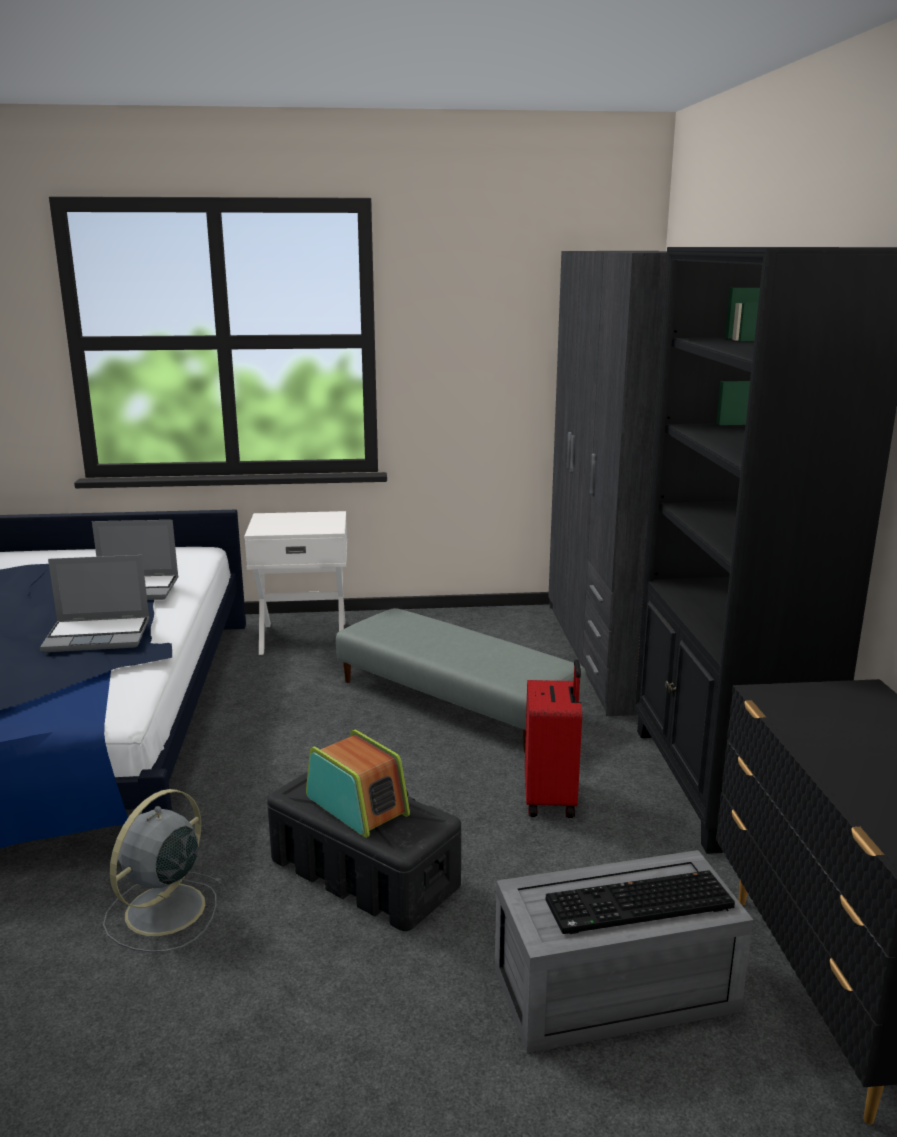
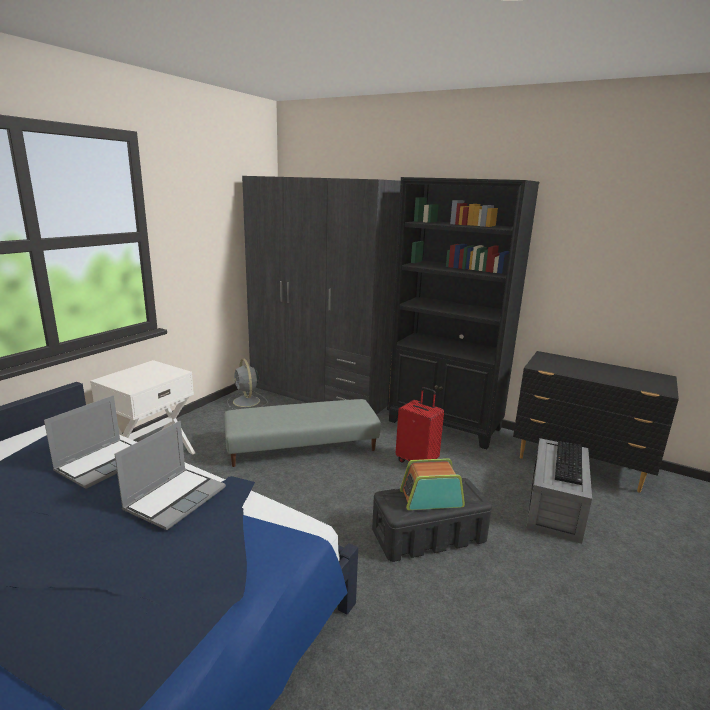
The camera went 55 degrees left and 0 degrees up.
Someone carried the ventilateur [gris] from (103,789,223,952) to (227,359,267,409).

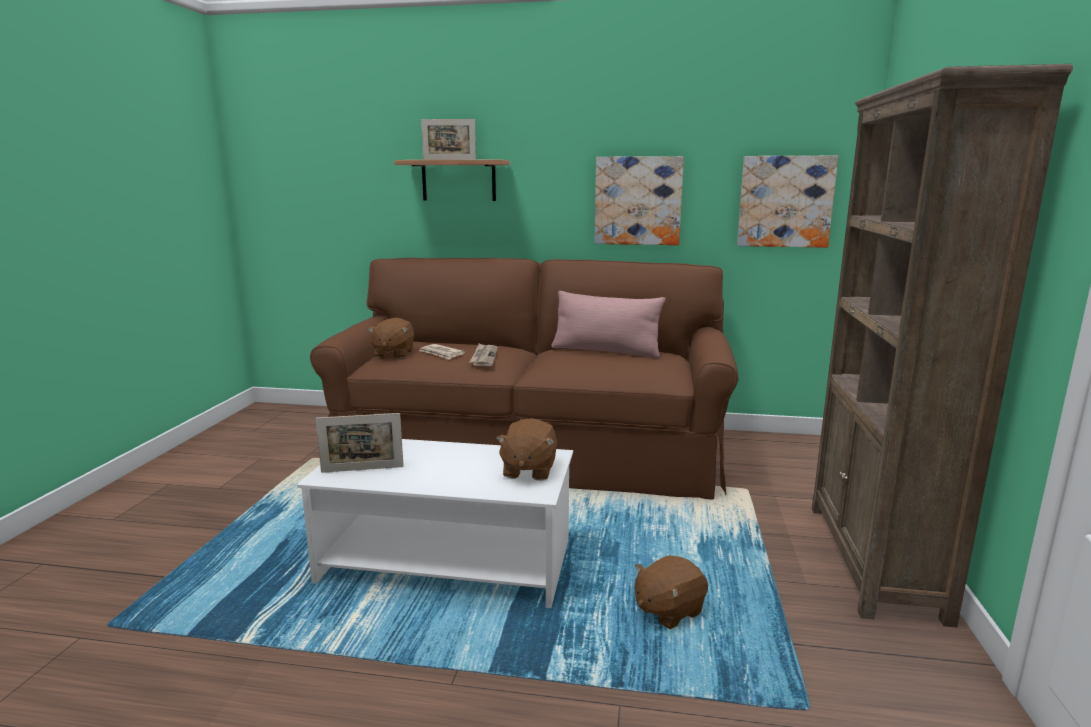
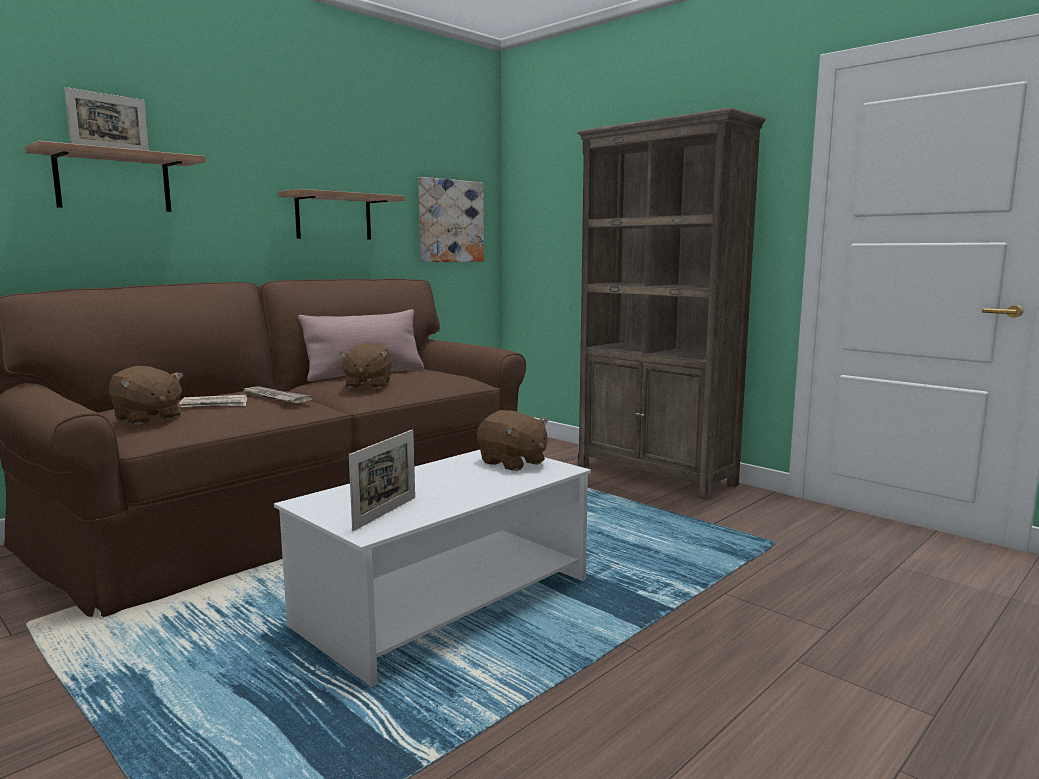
The camera went 55 degrees left and 5 degrees down.
Someone carried the peluche [marron] from (635,555,708,629) to (339,343,392,389).
Someone swapped the tableau at (594,156,684,245) for the étagère at (278,189,405,240).

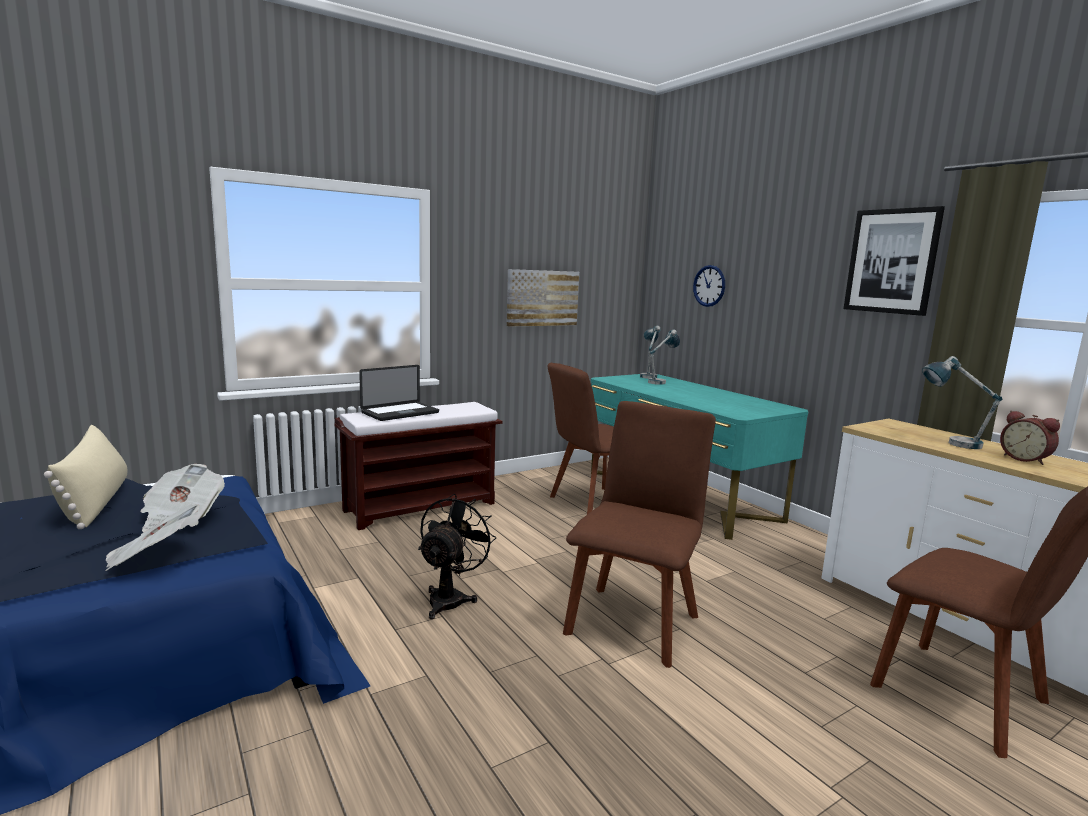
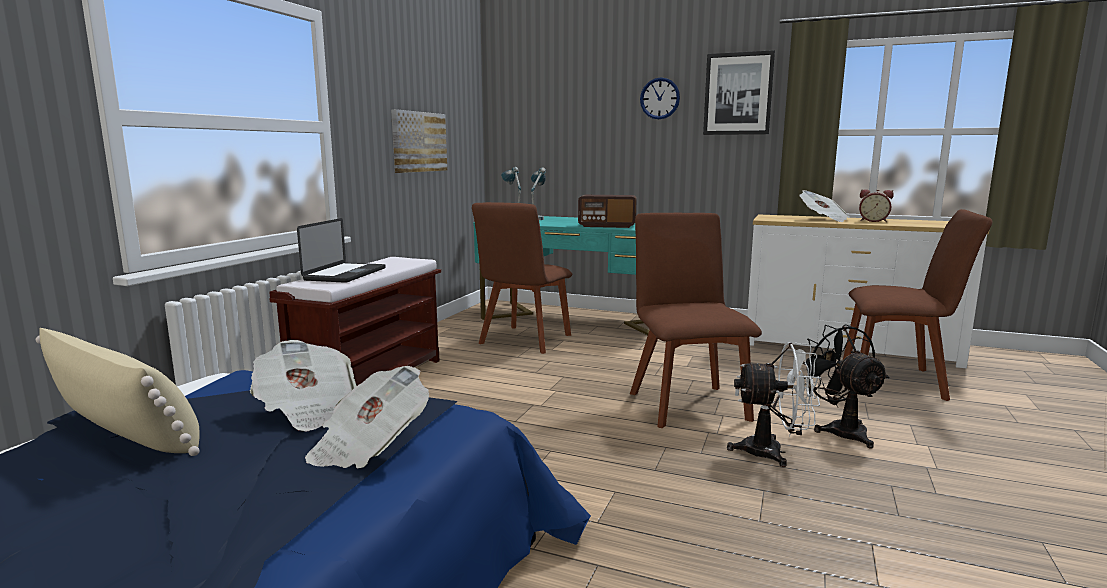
The camera went 35 degrees left and 0 degrees up.
Someone put down the radio at (578,195,637,228).
Someone put down the ventilateur [blanc] at (727,342,821,467).
Someone carried the ventilateur [noir] from (418,494,496,619) to (803,324,889,449).
Someone carried the horloge murale from (693,265,725,307) to (640,77,680,119).
Someone swapped the lampe de table at (922,356,1002,449) for the journal at (800,190,849,222).

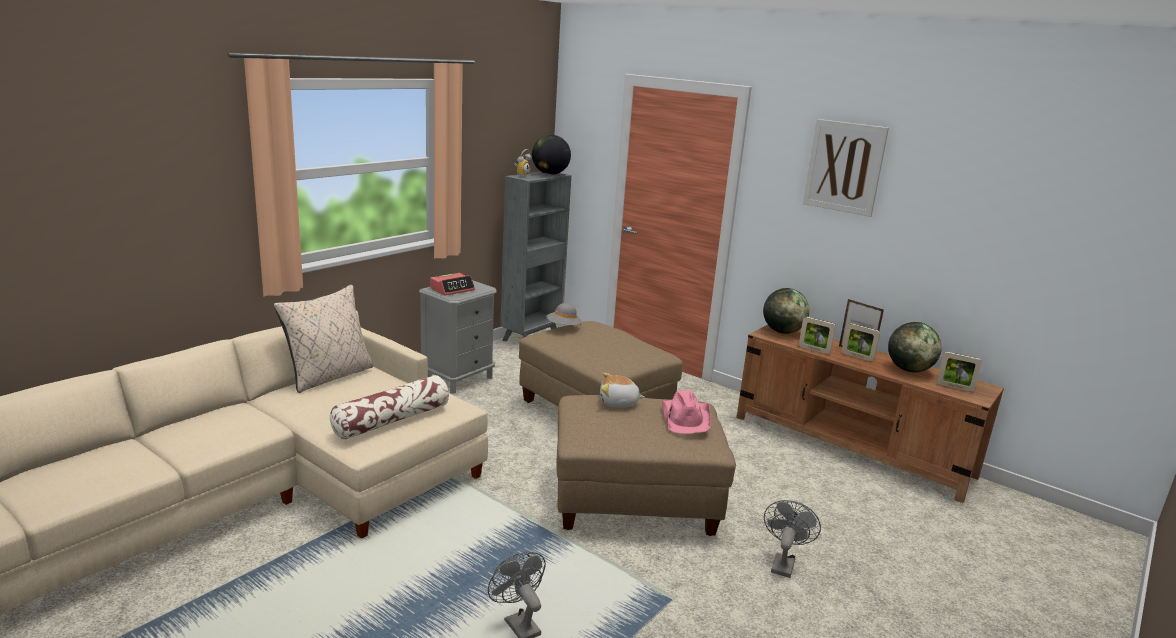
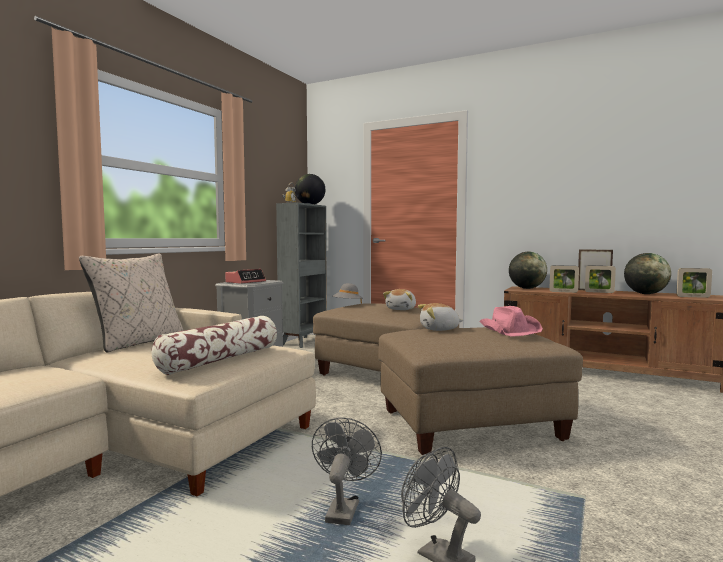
The camera went 10 degrees left and 15 degrees down.
Someone took away the tableau at (803,119,889,217).
Someone put down the peluche at (383,289,416,310).
Someone carried the ventilateur [gris] from (764,500,821,578) to (312,417,382,525).

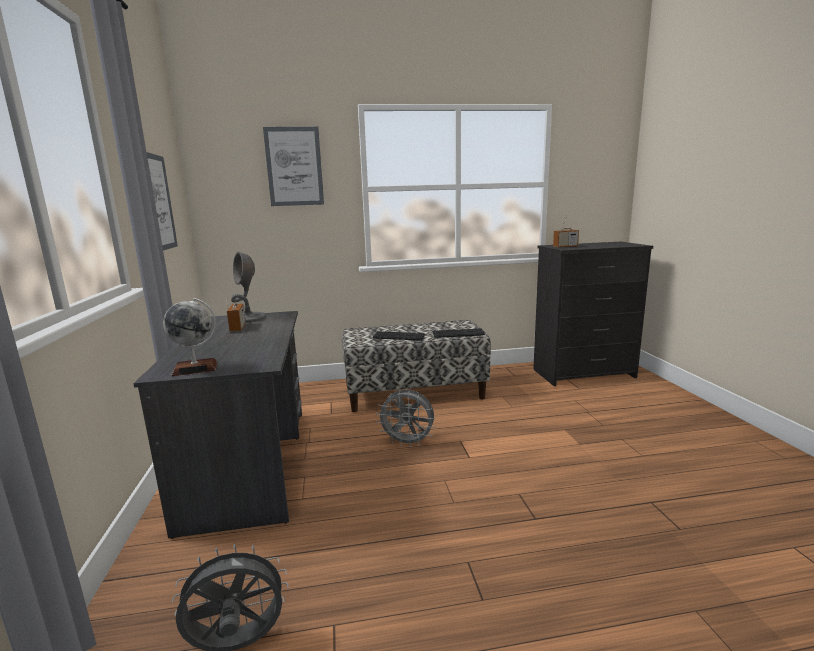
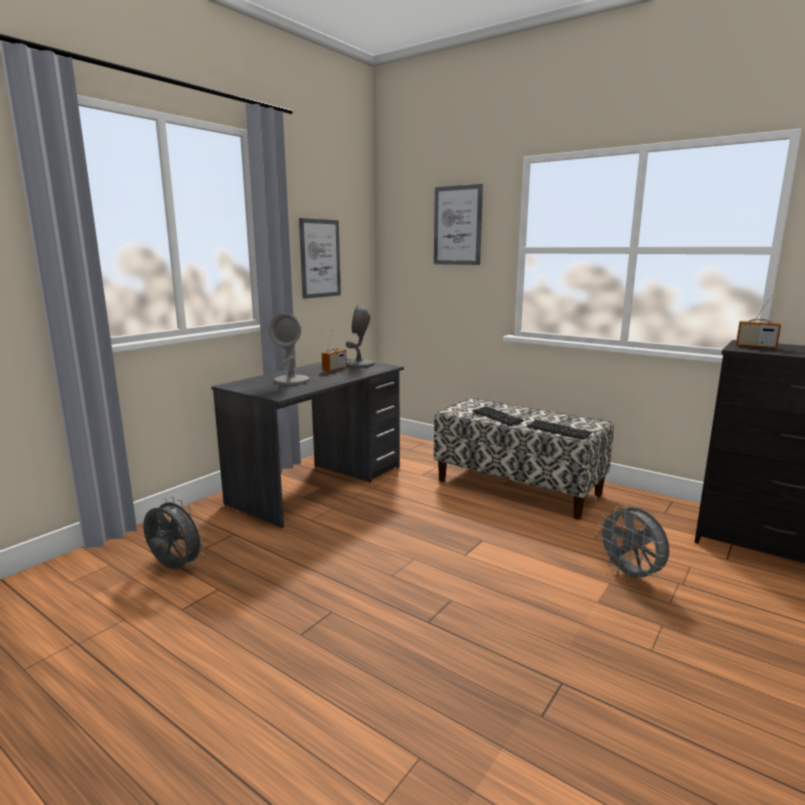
The camera went 45 degrees right and 0 degrees up.
Someone took away the globe at (163,298,217,376).
Someone put down the lampe de table [gris] at (269,313,309,385).
Someone carried the ventilateur [gris] from (376,389,436,448) to (596,506,670,583).

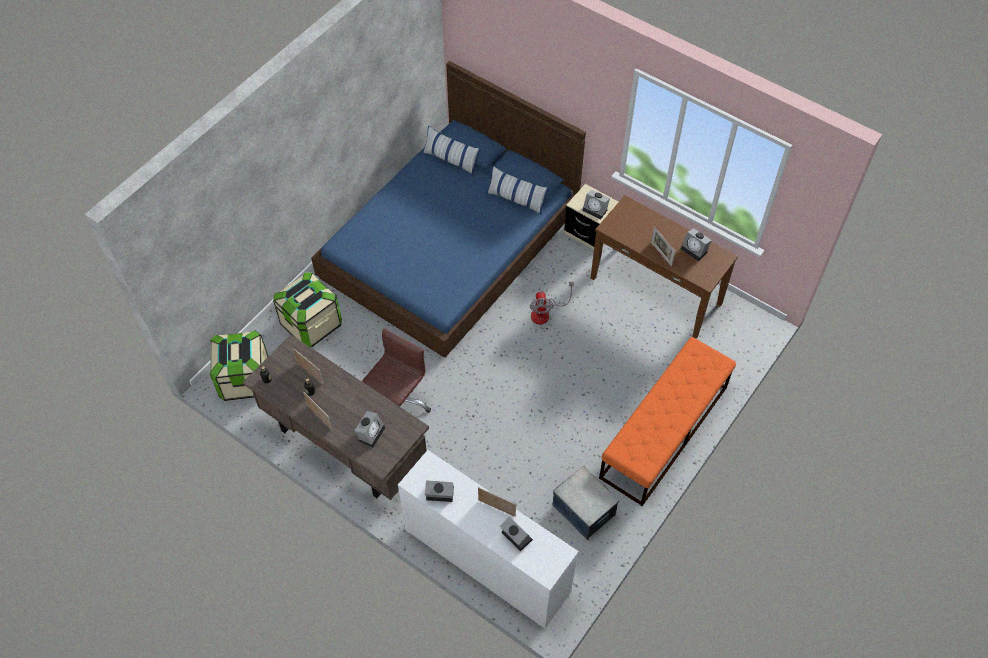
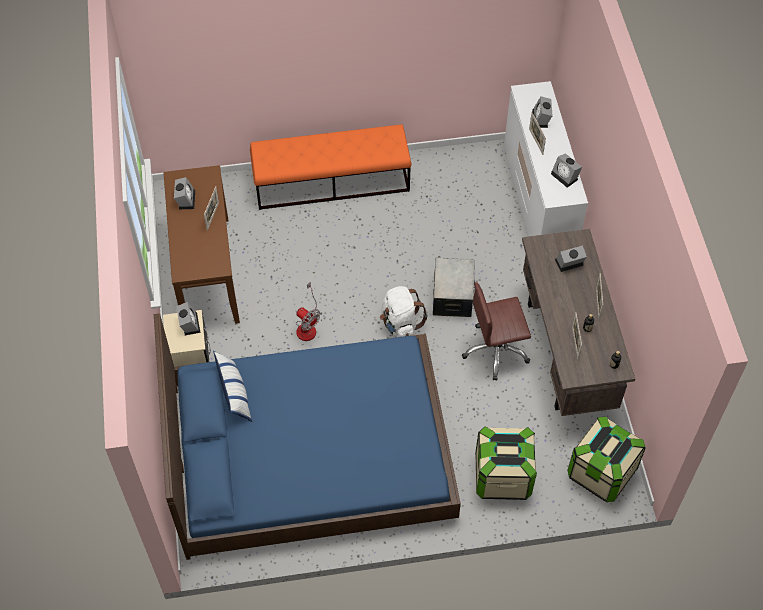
The camera went 135 degrees left and 0 degrees up.
Someone took away the coussin at (422,126,480,175).
Someone put down the sac à dos [blanc] at (380,286,428,337).
Someone carried the boîte de rangement from (553,466,619,540) to (433,258,475,317).
Someone rotated the ventilateur at (530,282,574,324) by 90 degrees clockwise.

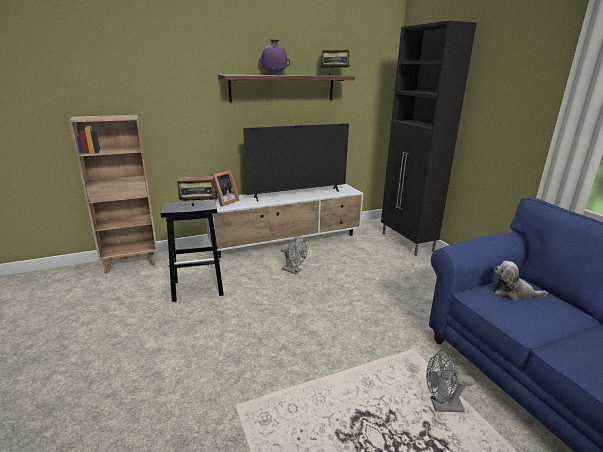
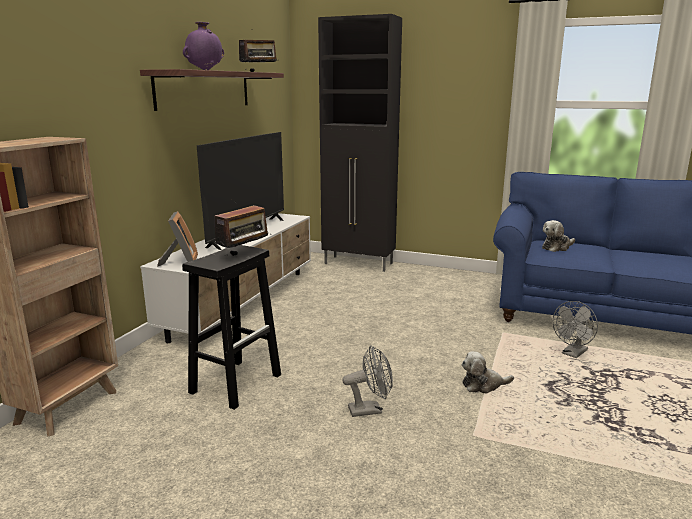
The camera went 45 degrees left and 5 degrees down.
Someone put down the peluche at (462,351,514,394).
Someone carried the ventilateur [gris] from (281,236,307,274) to (342,346,393,417).

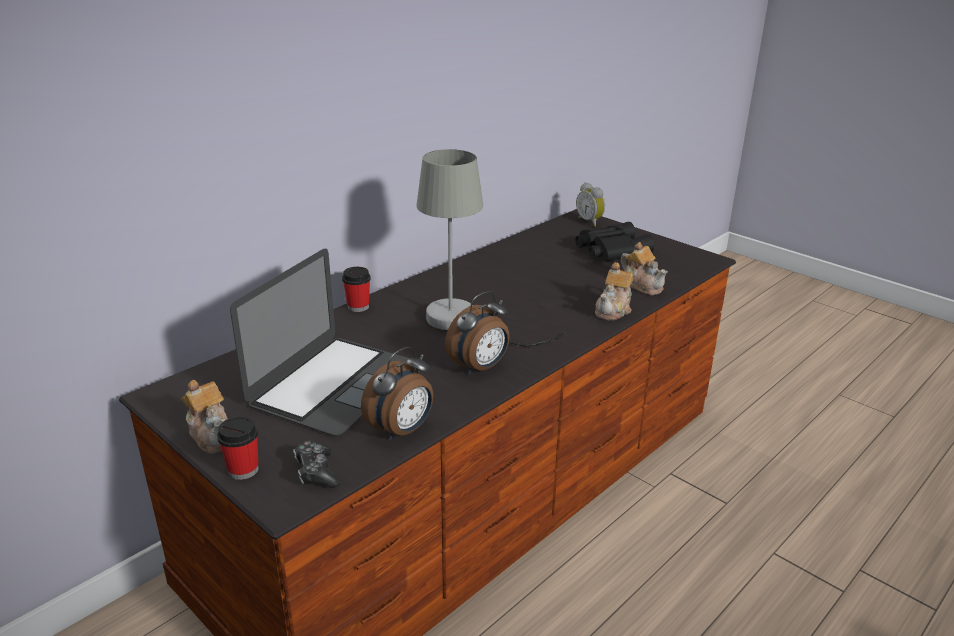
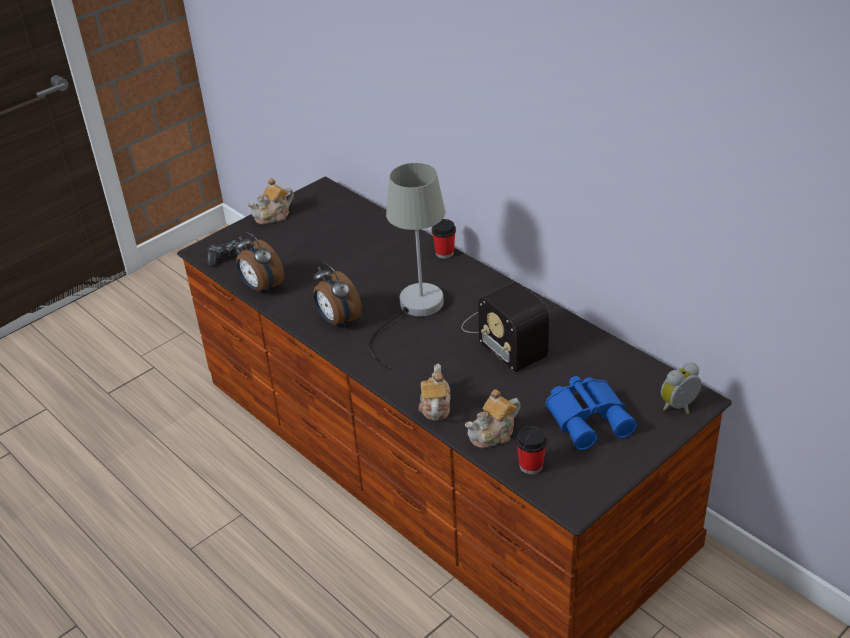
The camera went 95 degrees right and 10 degrees up.
Someone took away the ordinateur portable at (230,249,415,436).
Someone put down the radio at (462,282,549,372).
Someone carried the tasse from (217,416,259,480) to (516,426,547,474).
Someone repainted the jumelles [noir] at (575,222,654,262), which became the jumelles [bleu] at (545,376,637,450).
Someone rotated the théière at (595,262,633,321) by 60 degrees clockwise.

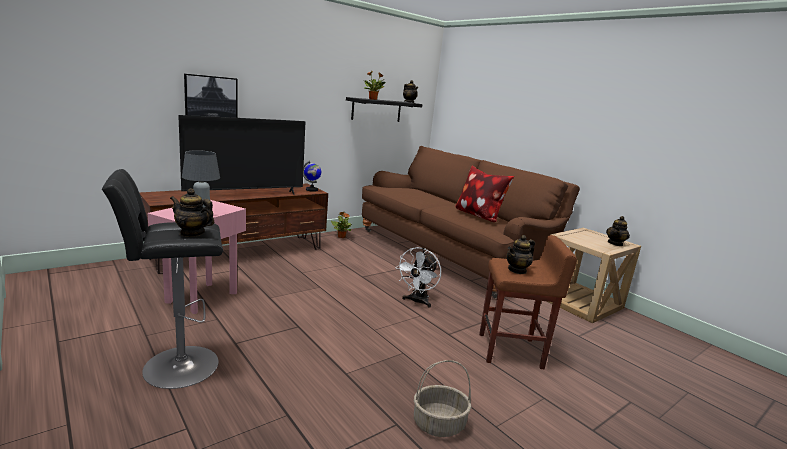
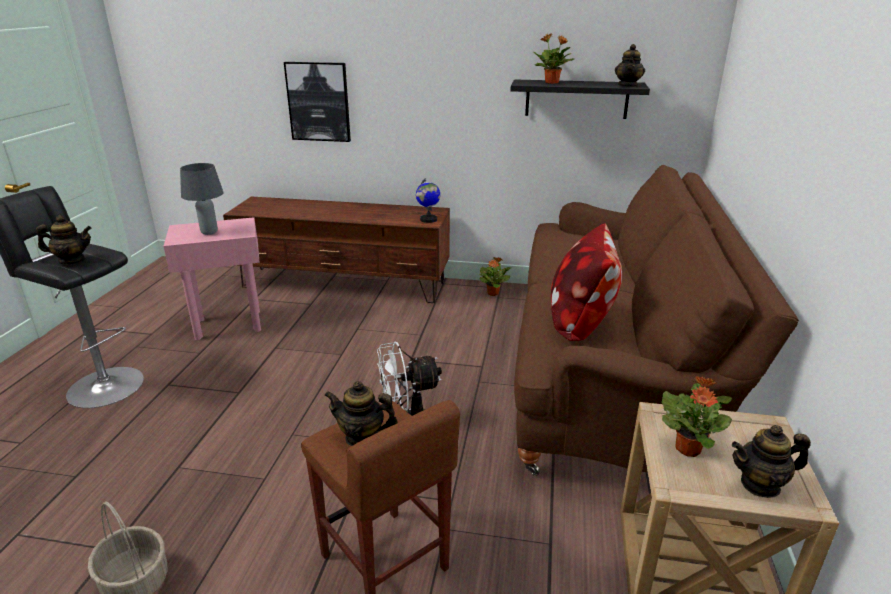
The camera went 50 degrees right and 10 degrees up.
Someone took away the téléviseur at (178,115,306,195).
Someone put down the plante en pot at (662,376,732,457).
Someone rotated the théière at (170,188,214,237) by 105 degrees clockwise.

